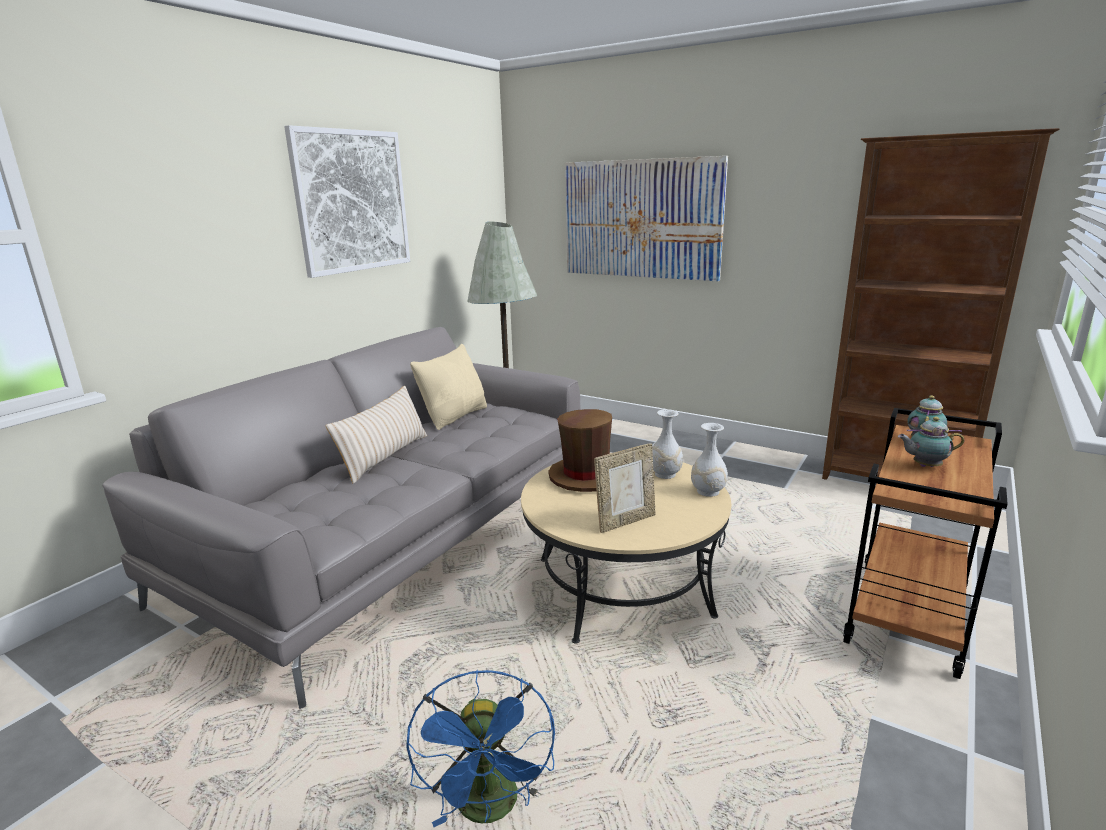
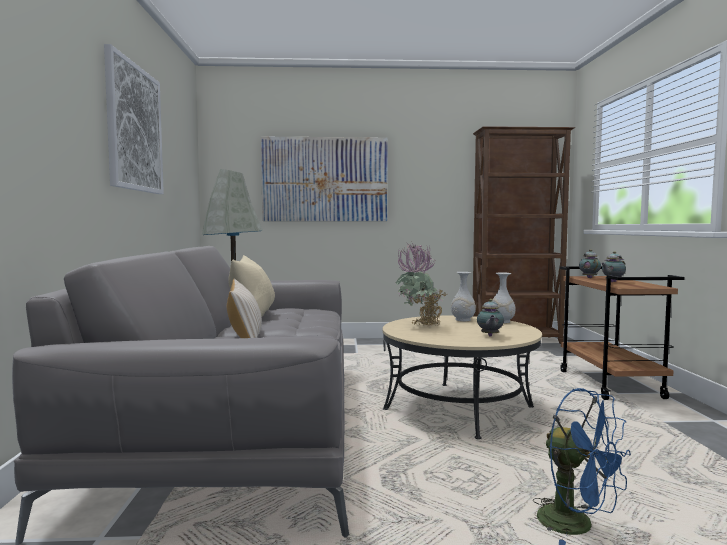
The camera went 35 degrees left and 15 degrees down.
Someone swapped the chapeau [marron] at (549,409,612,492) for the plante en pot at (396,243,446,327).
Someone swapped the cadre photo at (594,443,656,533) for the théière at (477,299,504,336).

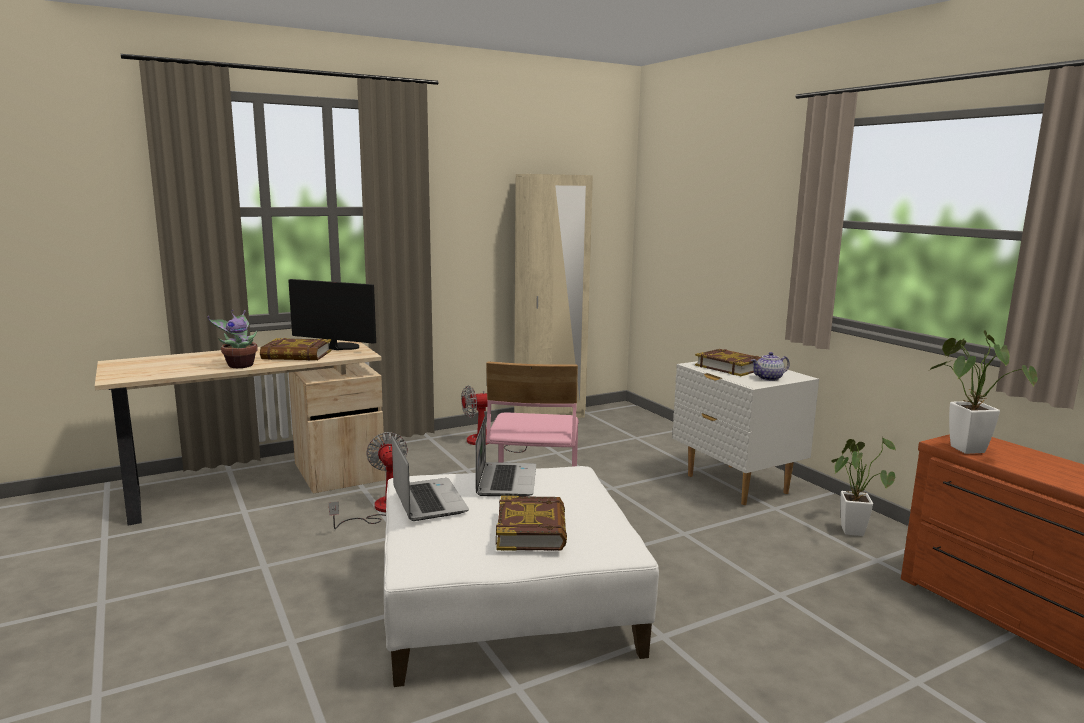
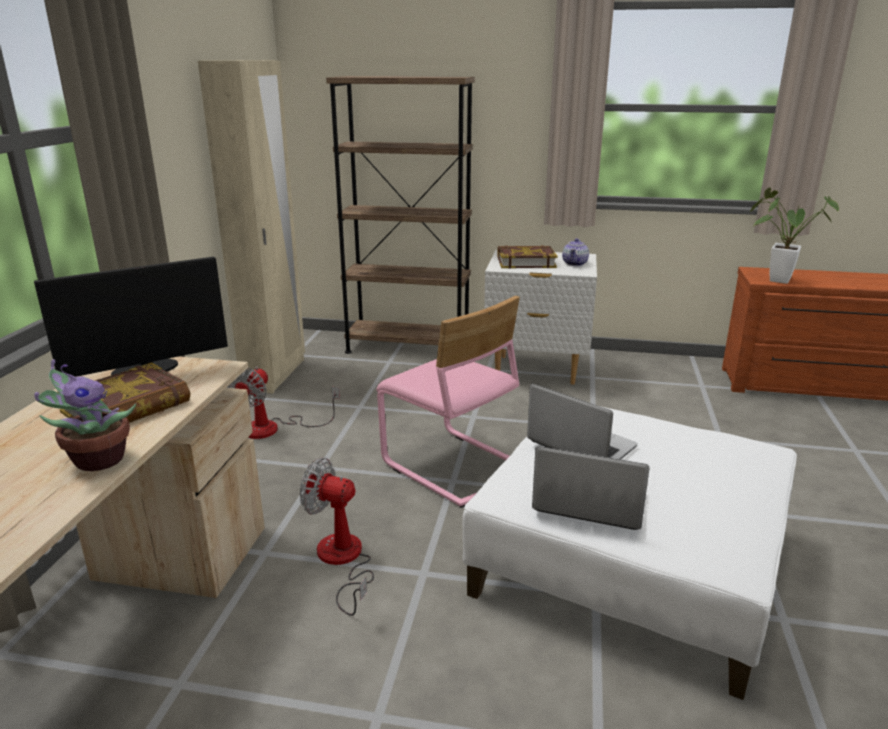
The camera went 50 degrees left and 10 degrees up.
Someone took away the livre at (496,496,567,551).
Someone took away the plante en pot at (832,437,896,536).
Someone put down the bibliothèque [marron] at (326,76,475,354).

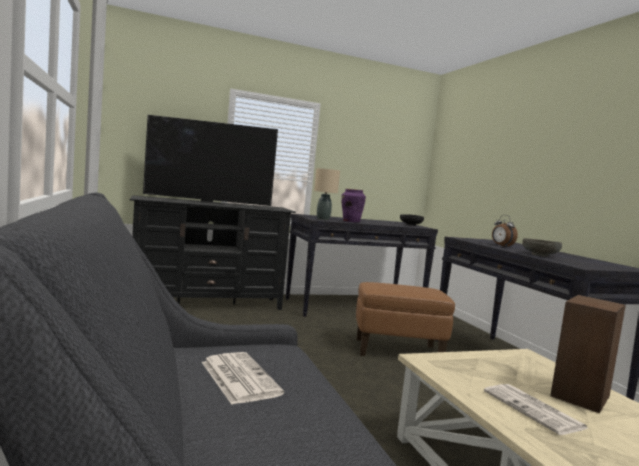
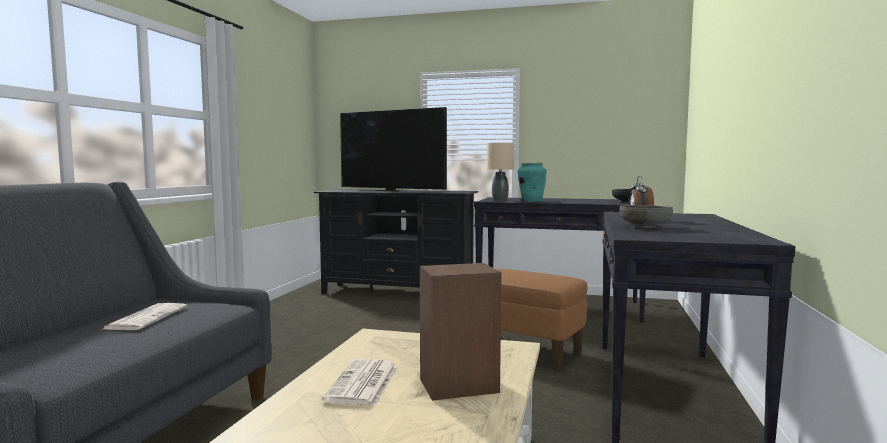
The camera went 35 degrees right and 0 degrees up.
Someone repainted the vase [violet] at (341,189,366,223), which became the vase [turquoise] at (518,163,547,202).

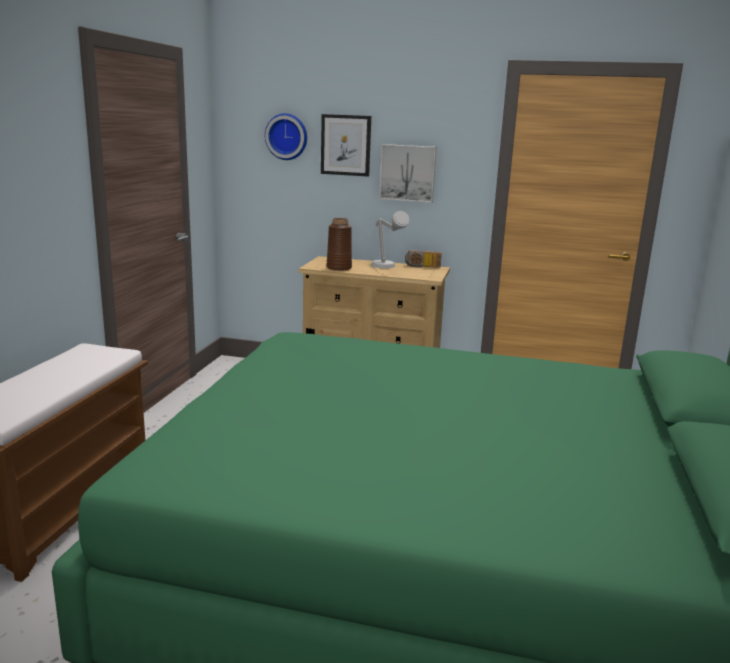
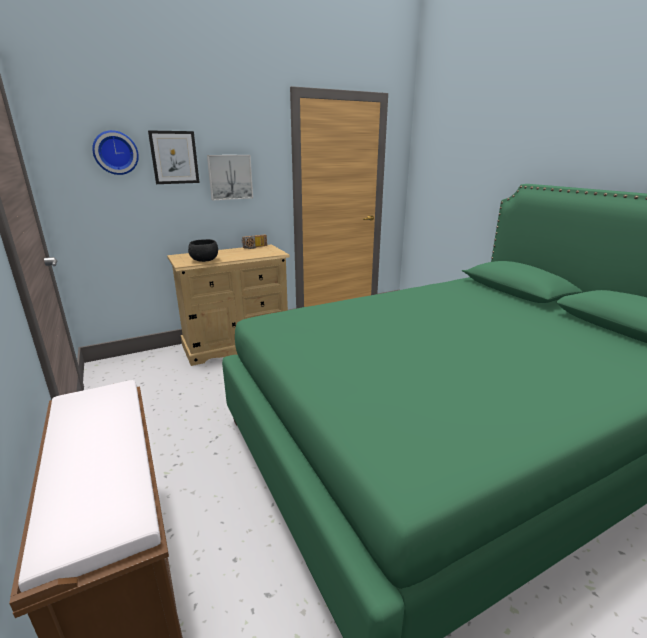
The camera went 40 degrees left and 5 degrees up.
Someone took away the lampe de table [gris] at (371,211,409,269).
Someone swapped the vase [marron] at (326,218,352,271) for the bol [noir] at (188,239,218,262).

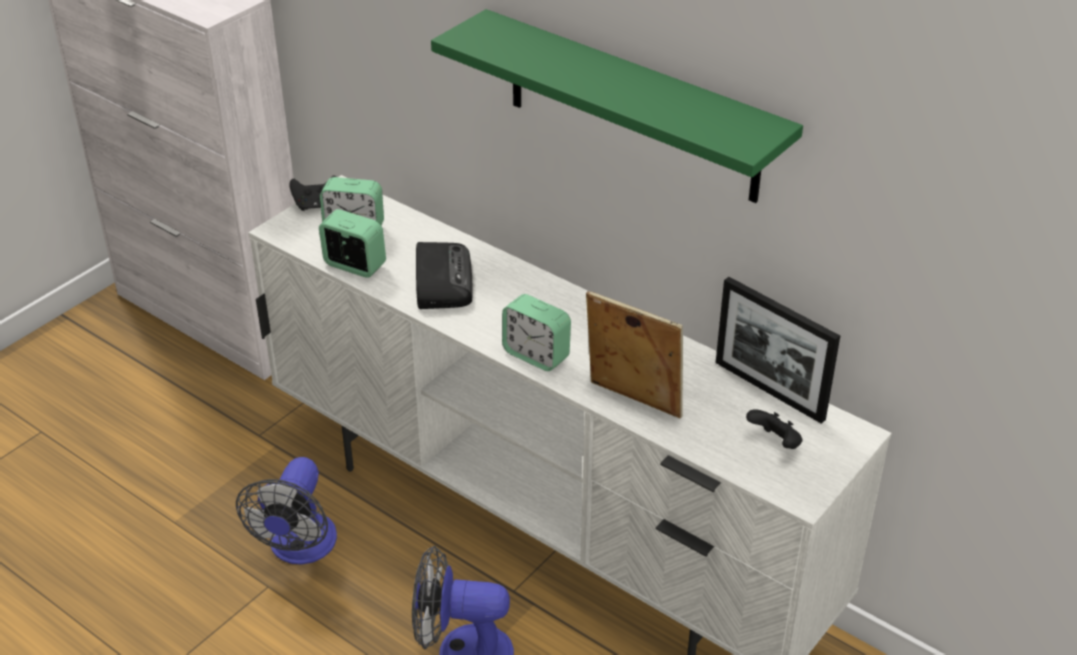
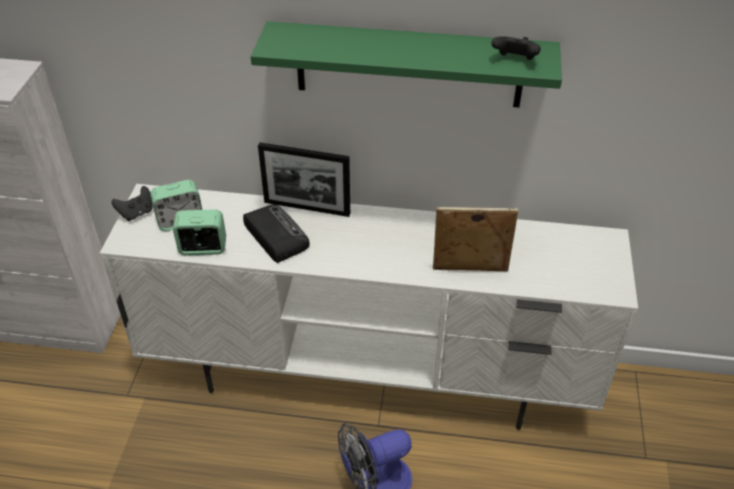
The camera went 30 degrees left and 5 degrees up.
Someone took away the ventilateur at (236,457,337,565).
Someone took away the réveil at (502,294,571,371).
Someone carried the cadre photo from (716,277,840,424) to (258,142,350,217).
Someone carried the manette [noir] from (746,409,802,449) to (491,37,541,60).

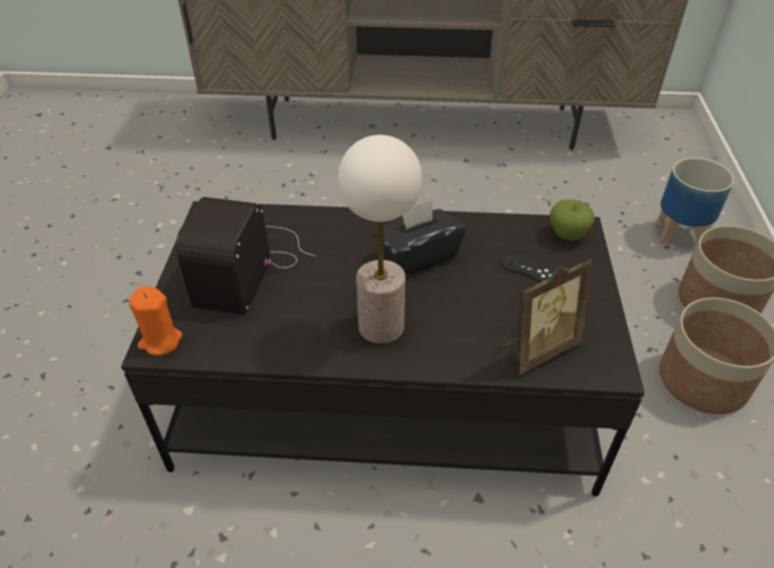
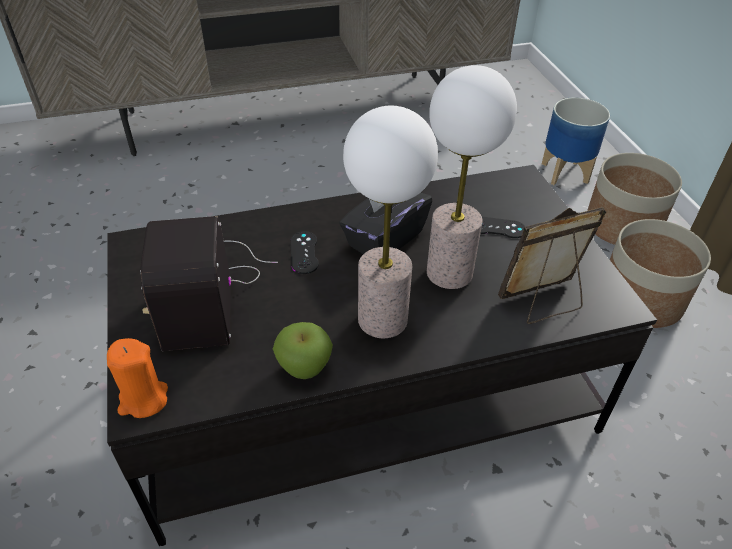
The camera went 20 degrees left and 0 degrees up.
Someone put down the manette [noir] at (291,231,319,274).
Someone put down the lampe de table at (427,65,517,289).
Someone carried the pomme from (550,199,595,241) to (273,322,333,379).
Someone rotated the cadre photo at (501,258,592,375) by 150 degrees counterclockwise.

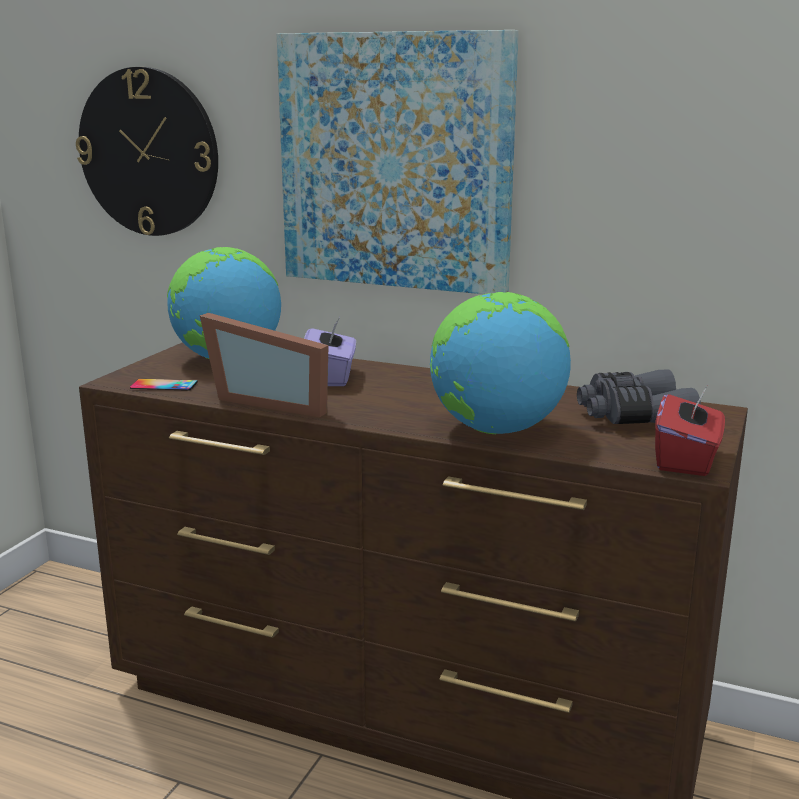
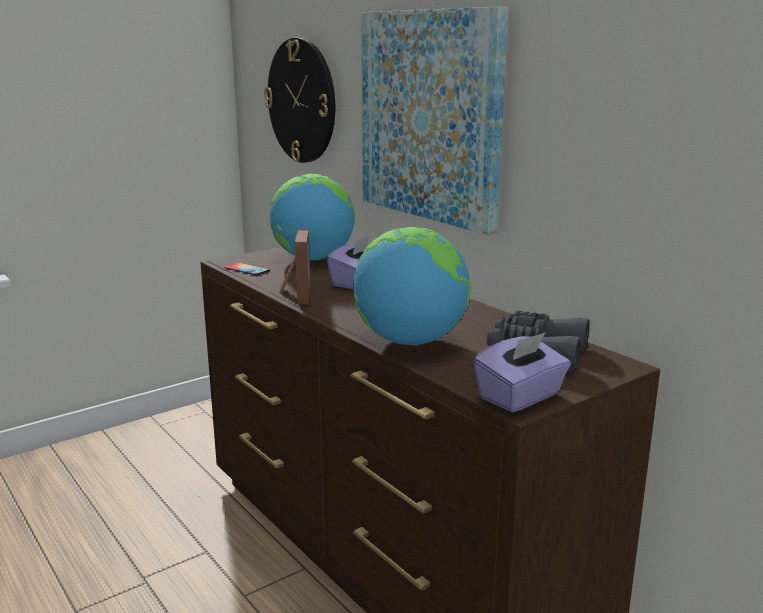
The camera went 30 degrees right and 0 degrees up.
Someone repainted the boîte à mouchoirs [rouge] at (655,386,725,476), which became the boîte à mouchoirs [violet] at (473,332,571,412).
Someone rotated the cadre photo at (200,313,329,417) by 150 degrees counterclockwise.

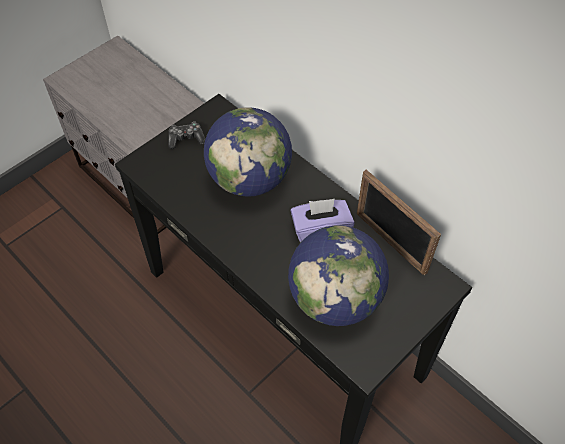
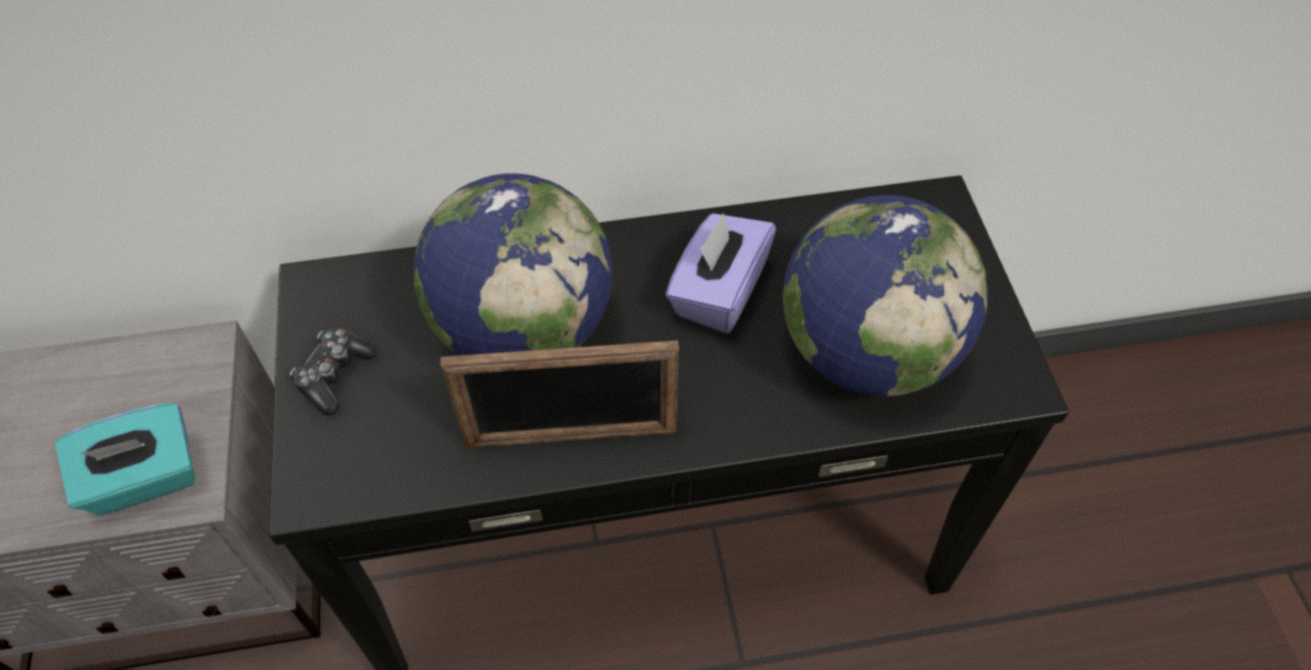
The camera went 55 degrees left and 0 degrees up.
Someone put down the boîte à mouchoirs [turquoise] at (55,403,195,515).
Someone carried the cadre photo from (357,170,441,275) to (440,340,679,448).

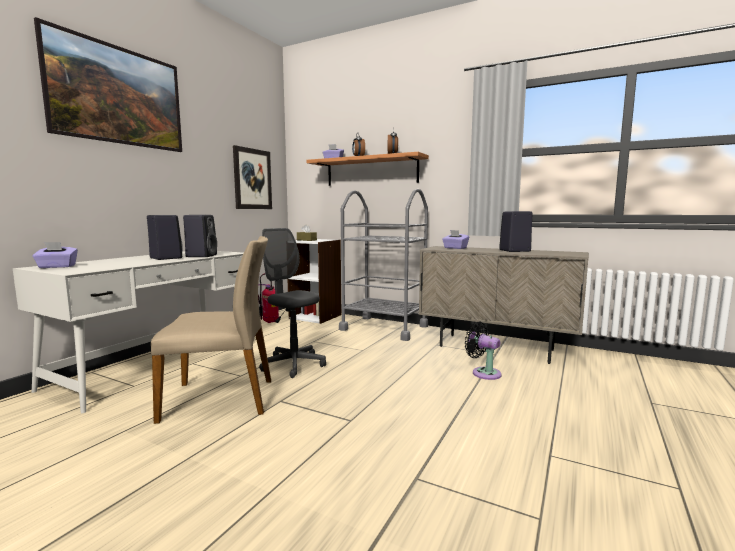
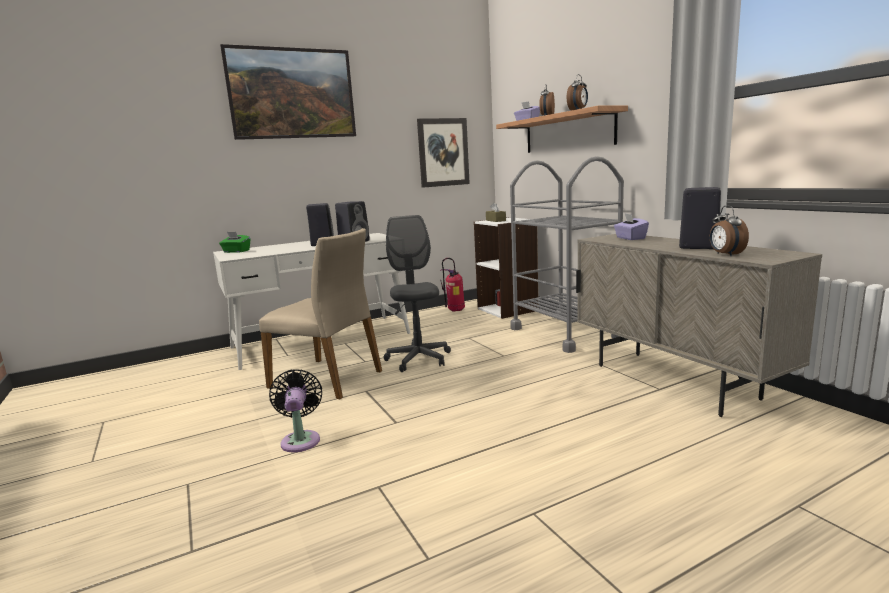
The camera went 35 degrees right and 5 degrees up.
Someone put down the réveil at (710,206,749,257).
Someone carried the ventilateur [noir] from (465,321,502,380) to (269,369,322,452).
Someone repainted the boîte à mouchoirs [violet] at (32,242,78,268), which became the boîte à mouchoirs [vert] at (219,232,251,253).

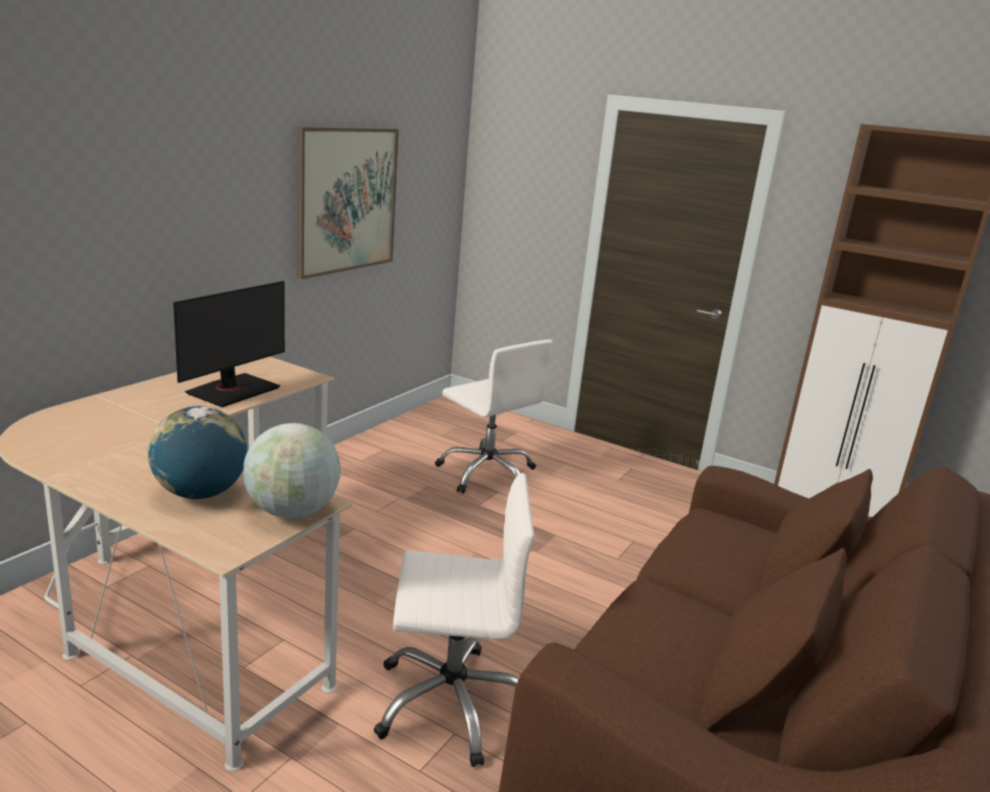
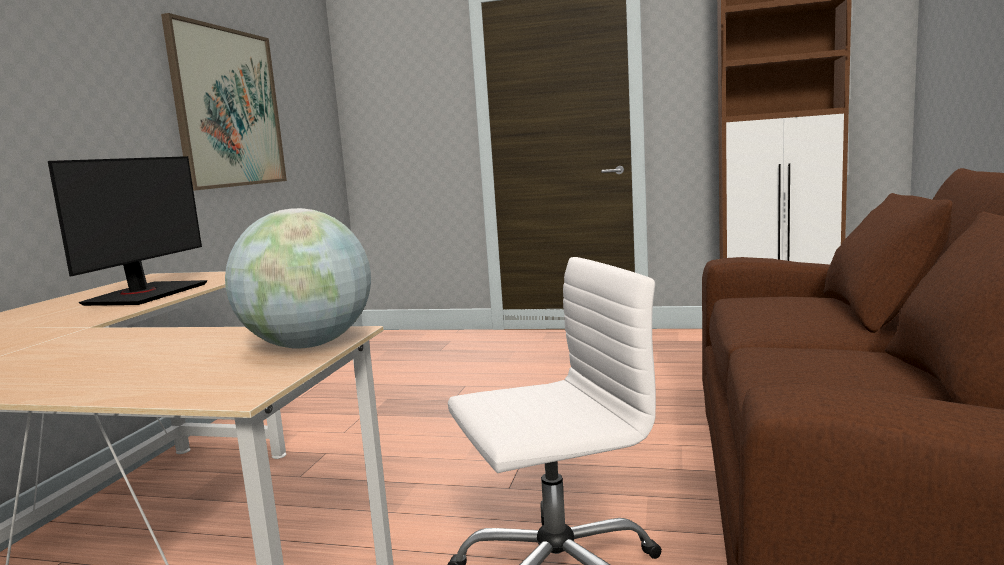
The camera went 15 degrees left and 10 degrees down.
Someone took away the globe at (148,406,247,499).
Someone took away the chaise de bureau [blanc] at (435,340,553,494).

